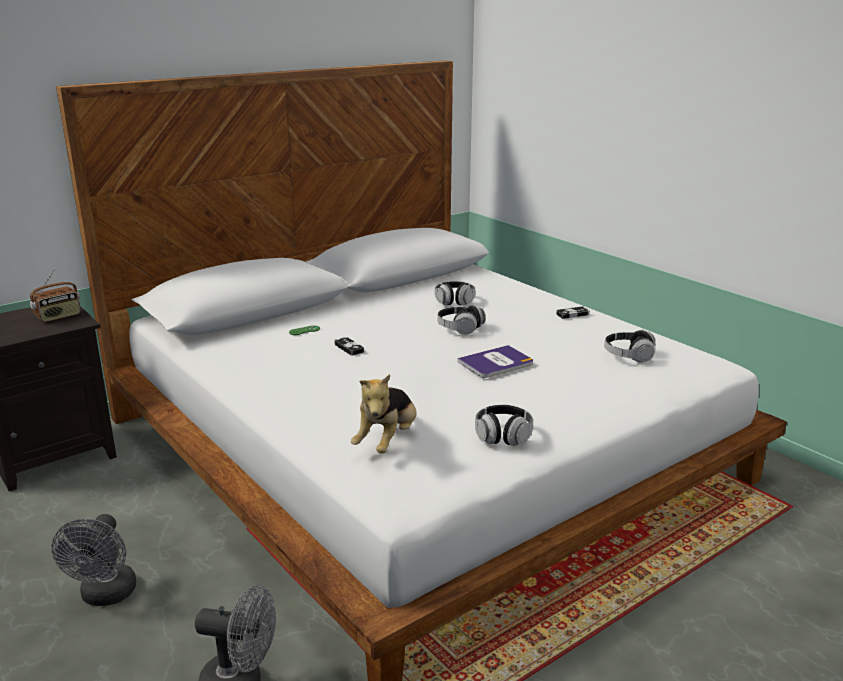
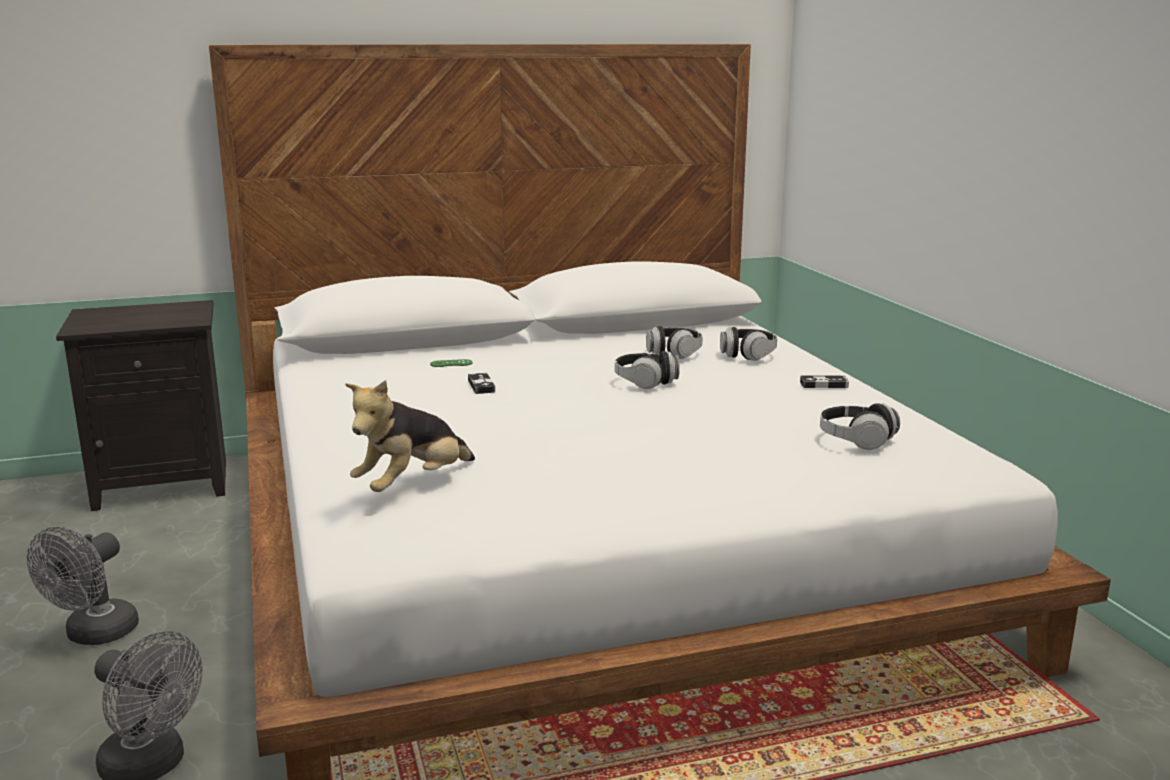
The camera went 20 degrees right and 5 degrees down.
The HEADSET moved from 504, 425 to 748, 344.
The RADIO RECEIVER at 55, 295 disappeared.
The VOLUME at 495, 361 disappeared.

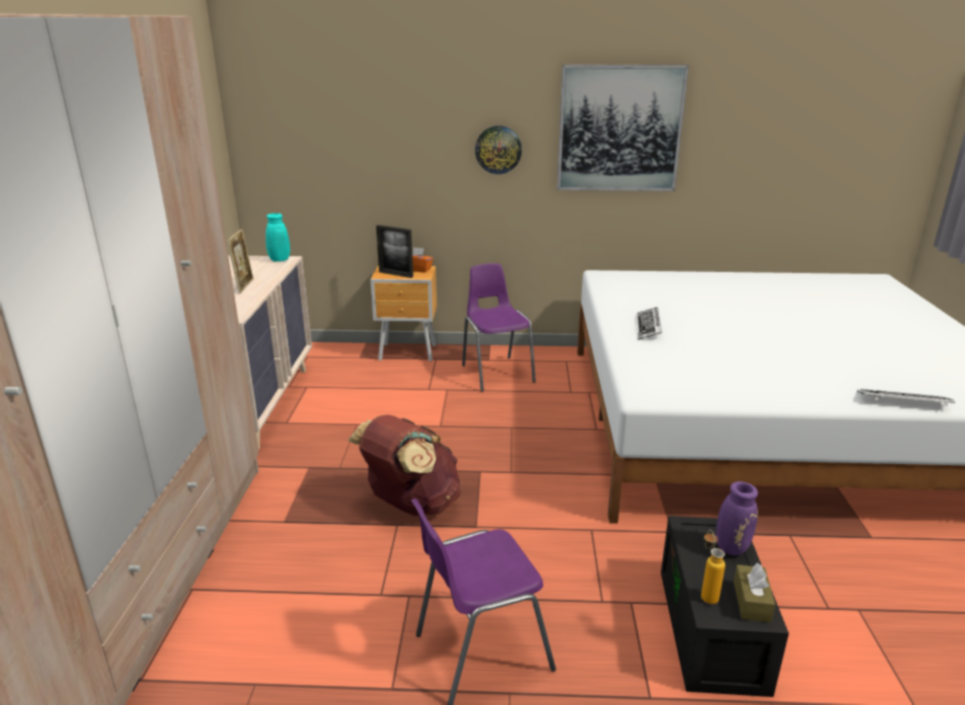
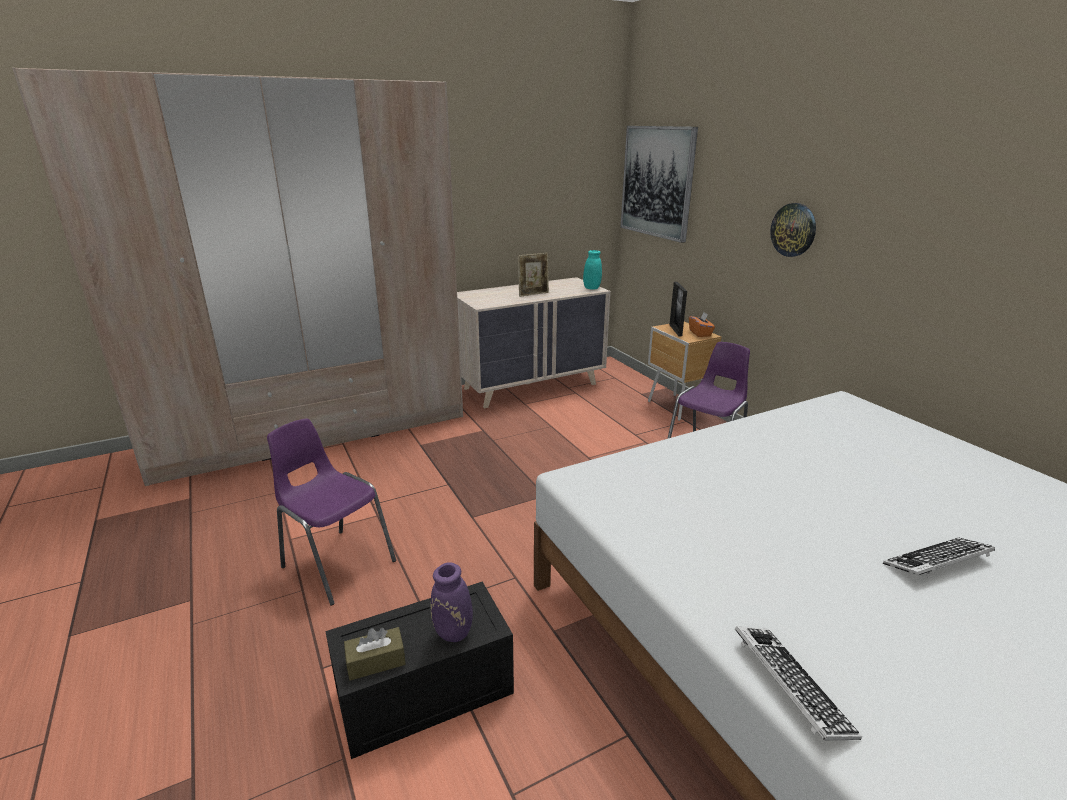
The camera went 60 degrees right and 0 degrees up.
The PICTURE moved from 623, 128 to 659, 184.
The PC KEYBOARD moved from 649, 323 to 939, 557.
The BROWNISH BACKPACK at 404, 465 disappeared.
The BEVERAGE BOTTLE at 713, 566 disappeared.

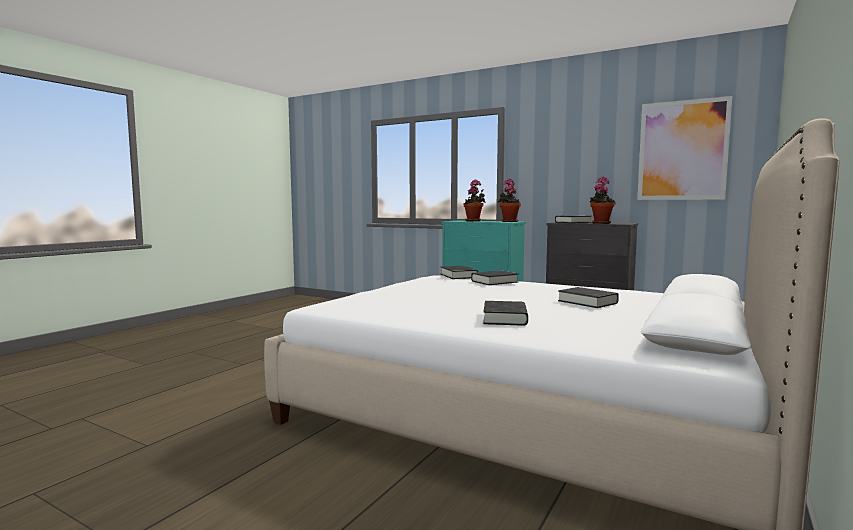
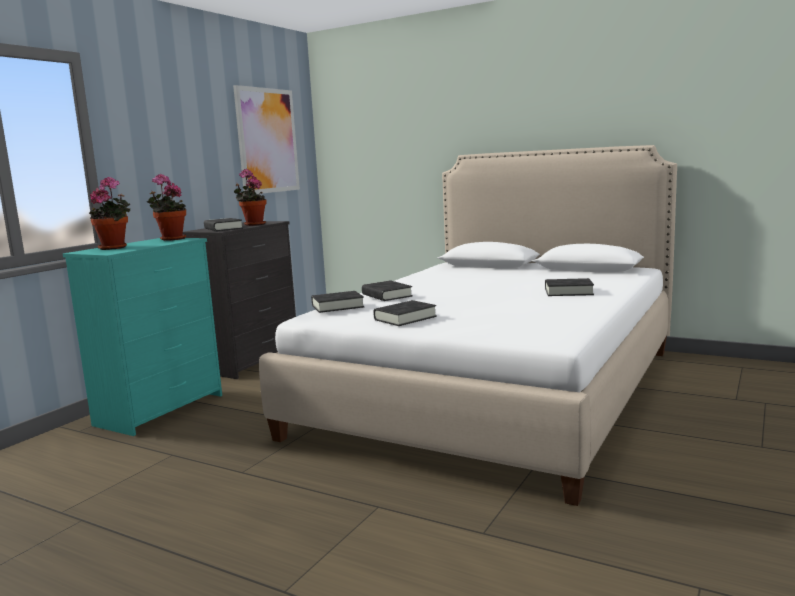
The camera went 90 degrees left and 5 degrees up.
The BLACKISH VOLUME moved from 588, 297 to 405, 313.

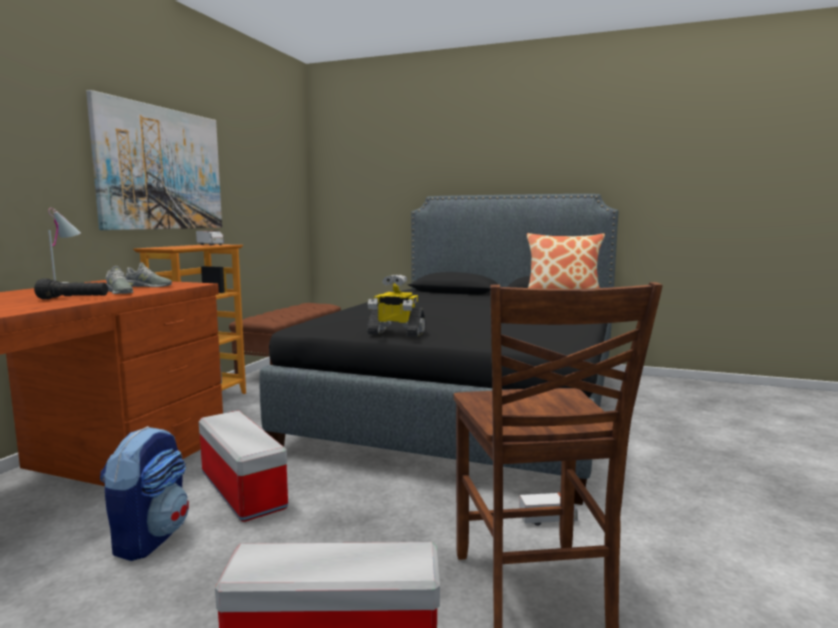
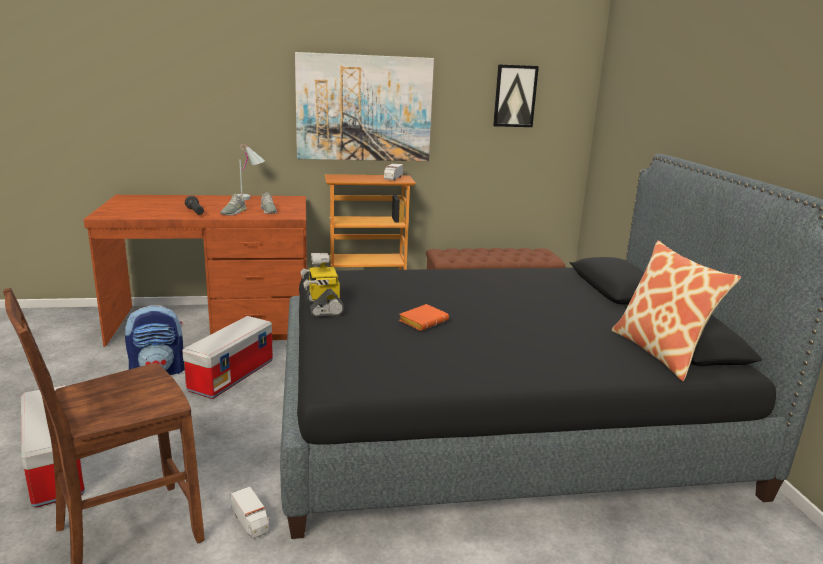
The camera went 60 degrees right and 10 degrees up.
The ORANGE VOLUME at 424, 317 appeared.
The PICTURE at 516, 95 appeared.

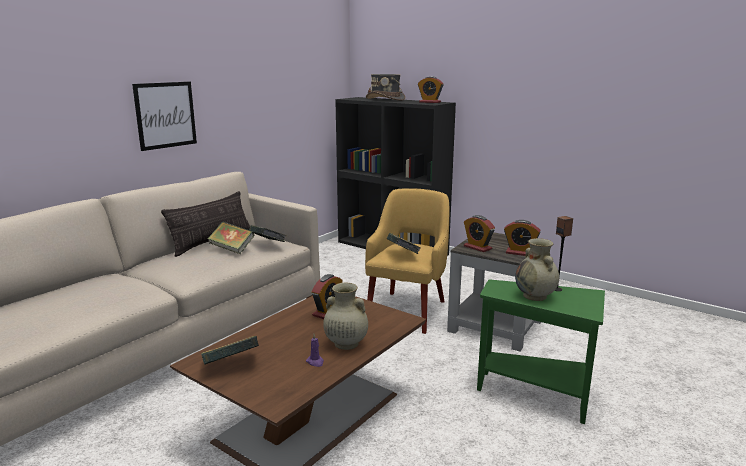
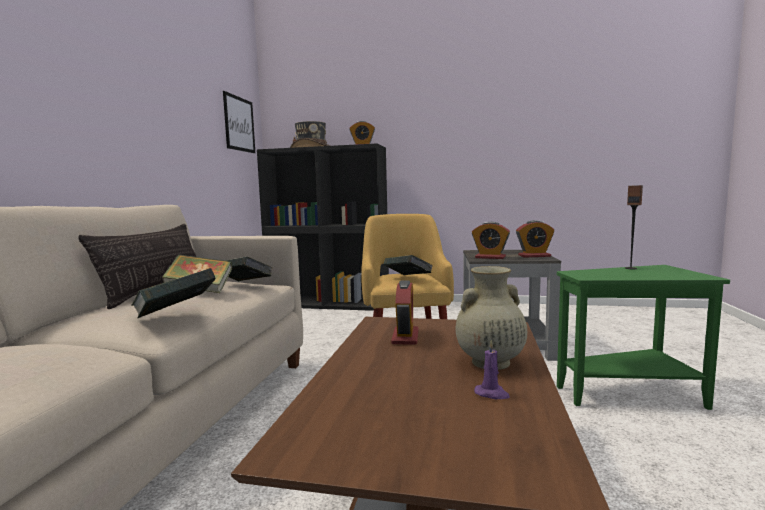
The camera went 25 degrees left and 10 degrees down.
The VOLUME moved from 230, 350 to 173, 293.
The PICTURE moved from 164, 116 to 239, 122.
The BEIGE-COLOURED FLOWER VASE at 537, 269 disappeared.

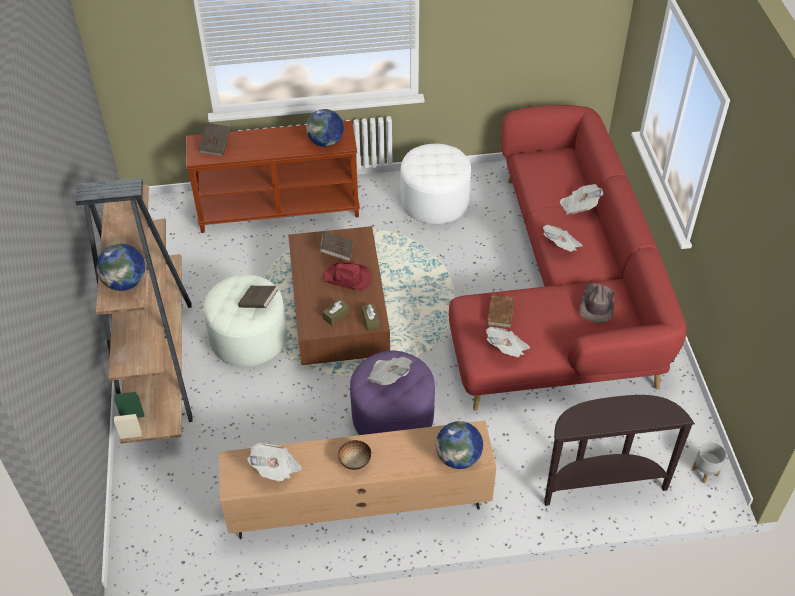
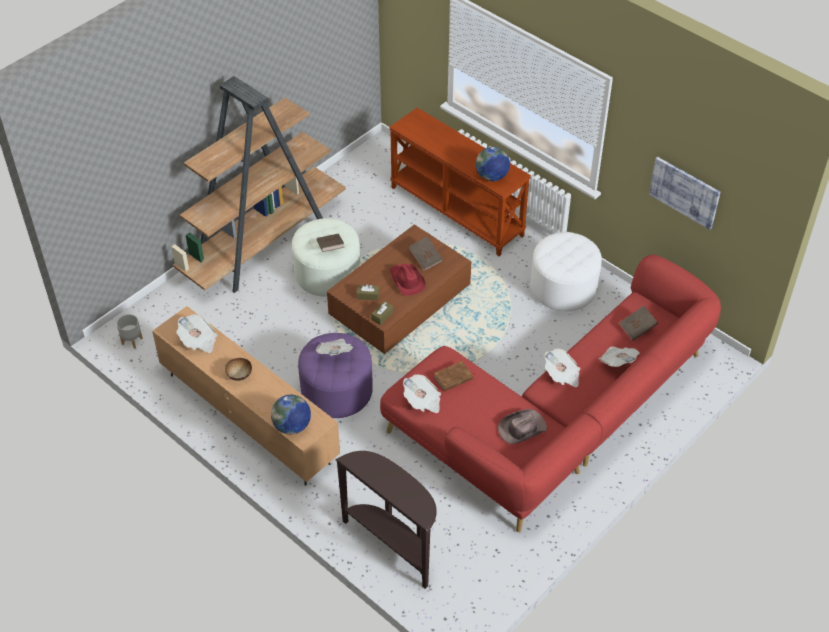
The camera went 50 degrees right and 0 degrees up.
The GRAY PLANT POT moved from 709, 462 to 130, 331.
The BROWNISH VOLUME moved from 215, 139 to 638, 323.
The PICTURE at 684, 193 appeared.
The DESK GLOBE at 121, 267 disappeared.

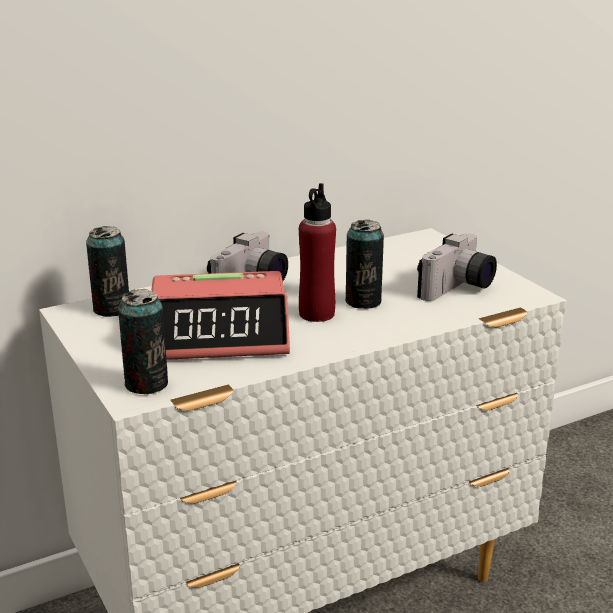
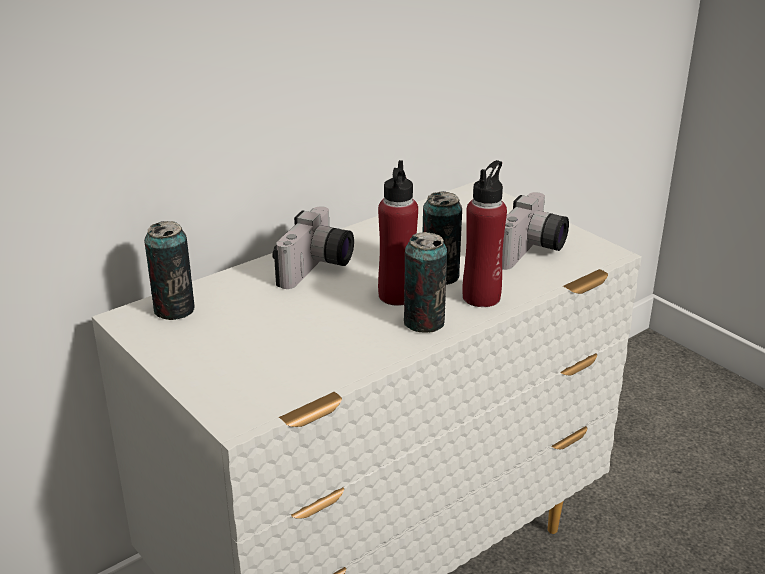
The camera went 10 degrees left and 5 degrees up.
The METAL CAN moved from 143, 341 to 426, 282.
The RED-COLOURED BEVERAGE BOTTLE at 484, 233 appeared.
The BEDSIDE CLOCK at 220, 315 disappeared.

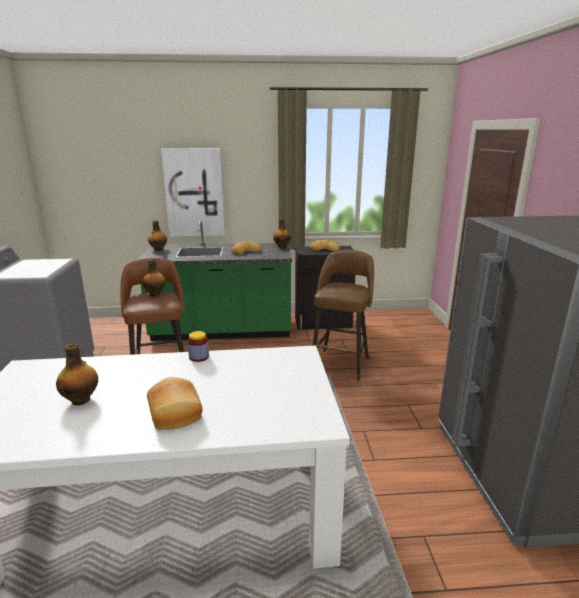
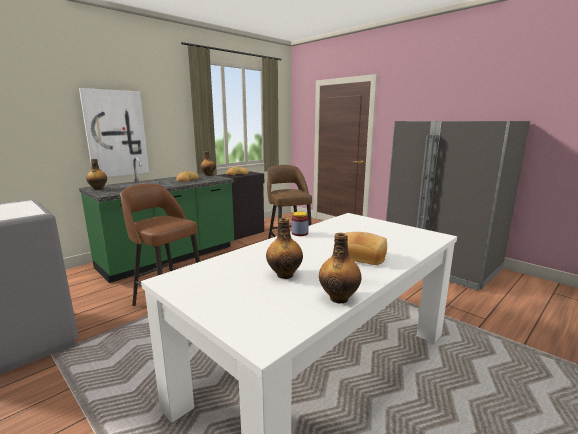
The camera went 40 degrees left and 5 degrees down.
The BEVERAGE BOTTLE moved from 154, 277 to 340, 268.

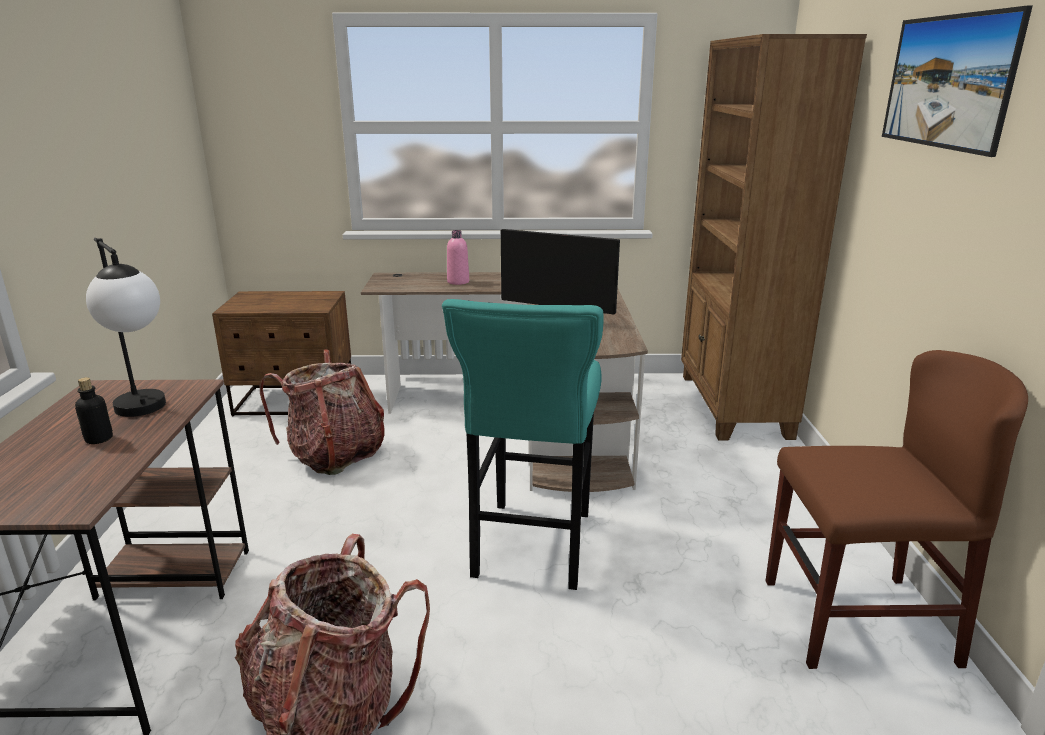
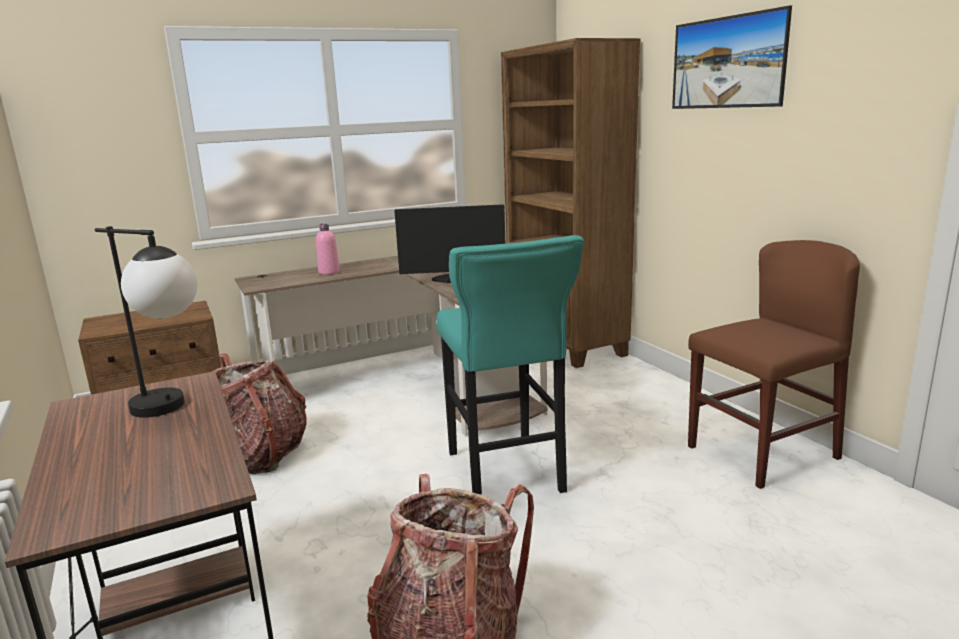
The camera went 25 degrees left and 5 degrees down.
The BEVERAGE BOTTLE at 94, 410 disappeared.

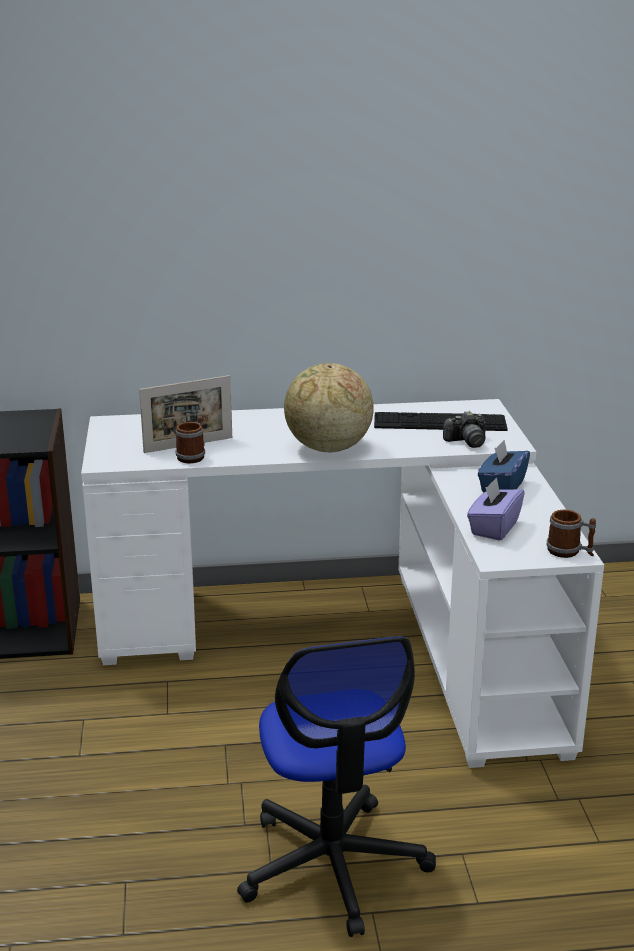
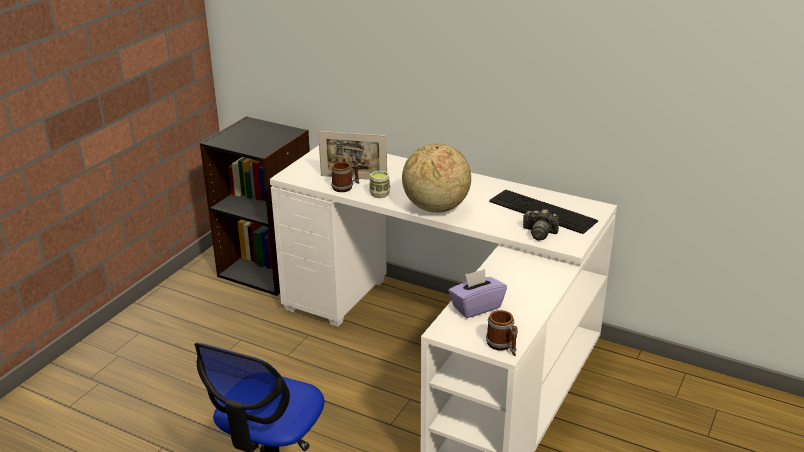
The camera went 35 degrees right and 5 degrees up.
The CUP at 379, 184 appeared.
The BLUE-COLOURED BOX OF TISSUES at 504, 466 disappeared.

